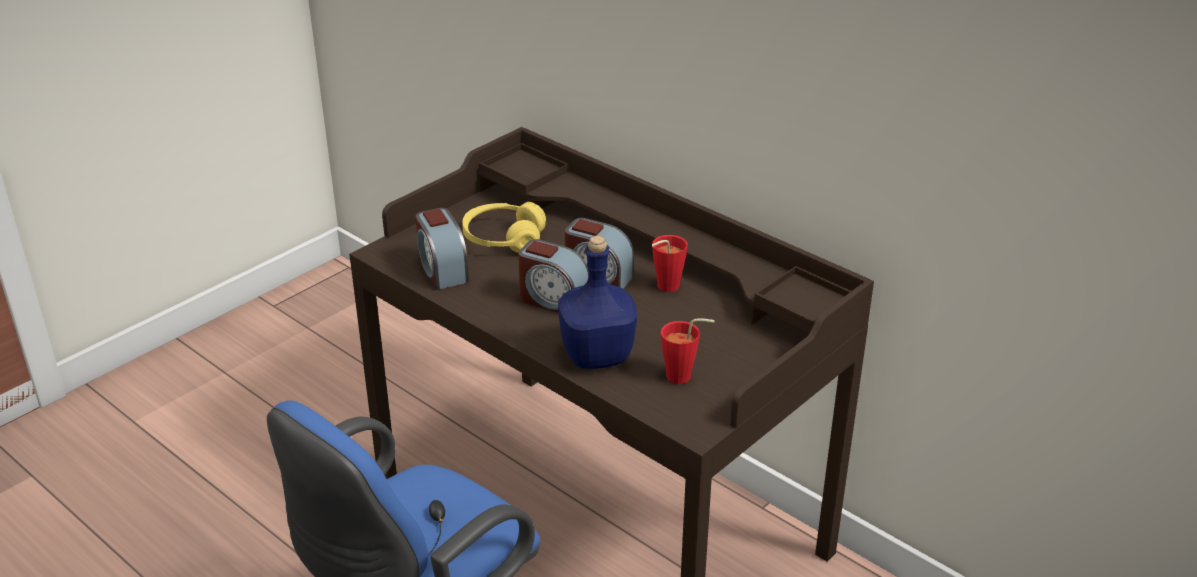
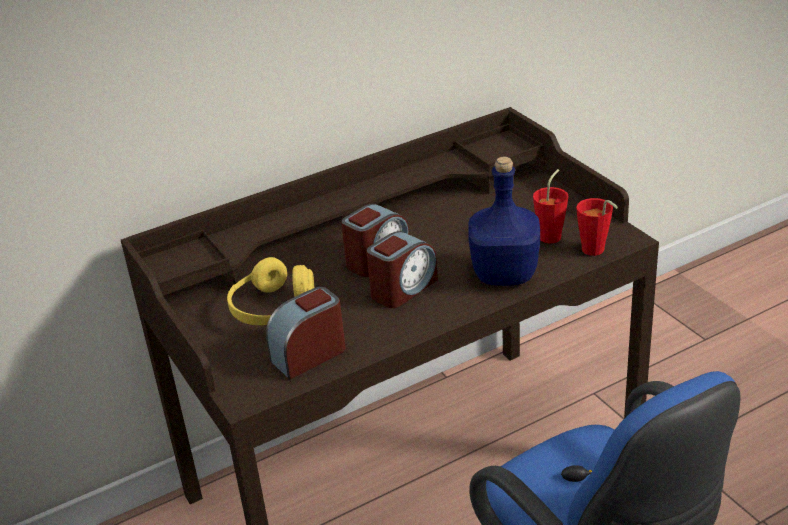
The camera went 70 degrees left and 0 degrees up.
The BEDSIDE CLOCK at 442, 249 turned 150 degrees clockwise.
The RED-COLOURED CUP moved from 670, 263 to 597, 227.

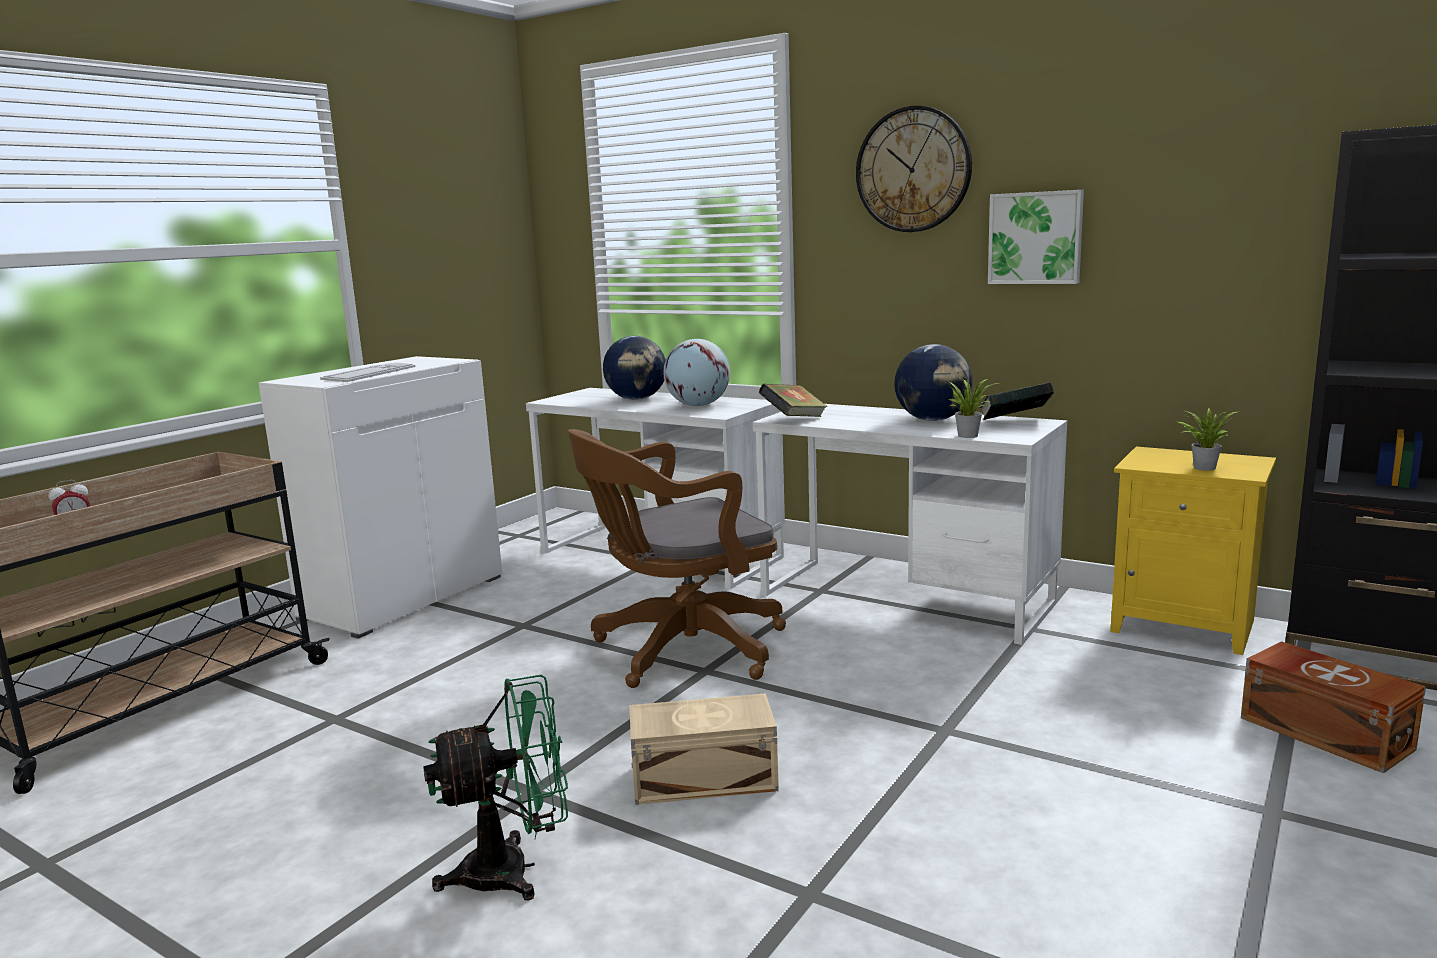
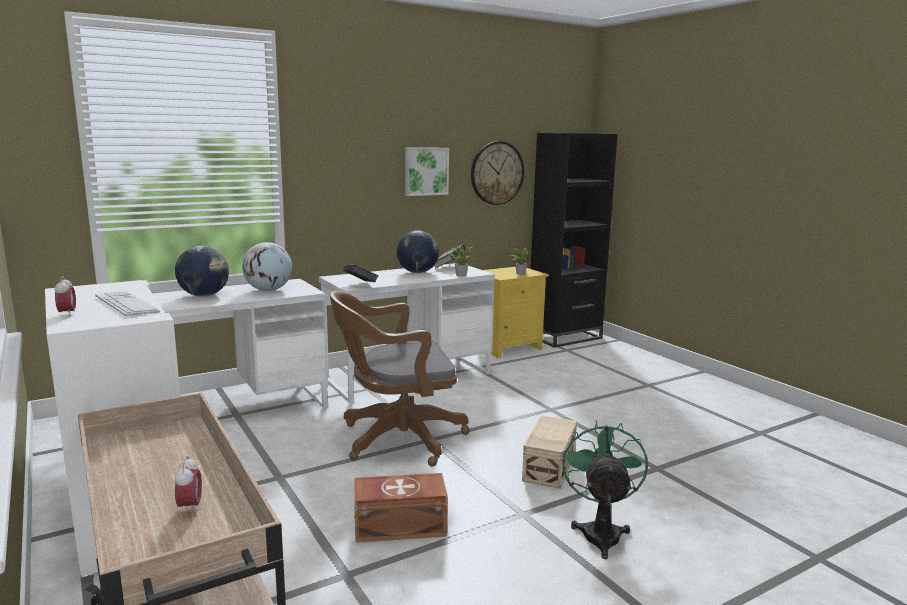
The camera went 65 degrees left and 0 degrees up.
The BEDSIDE CLOCK at 65, 296 appeared.
The BROWNISH DESK CHAIR at 677, 558 turned 75 degrees clockwise.
The BROWNISH STORAGE BOX moved from 1333, 707 to 401, 508.
The WALL CLOCK moved from 914, 169 to 497, 173.

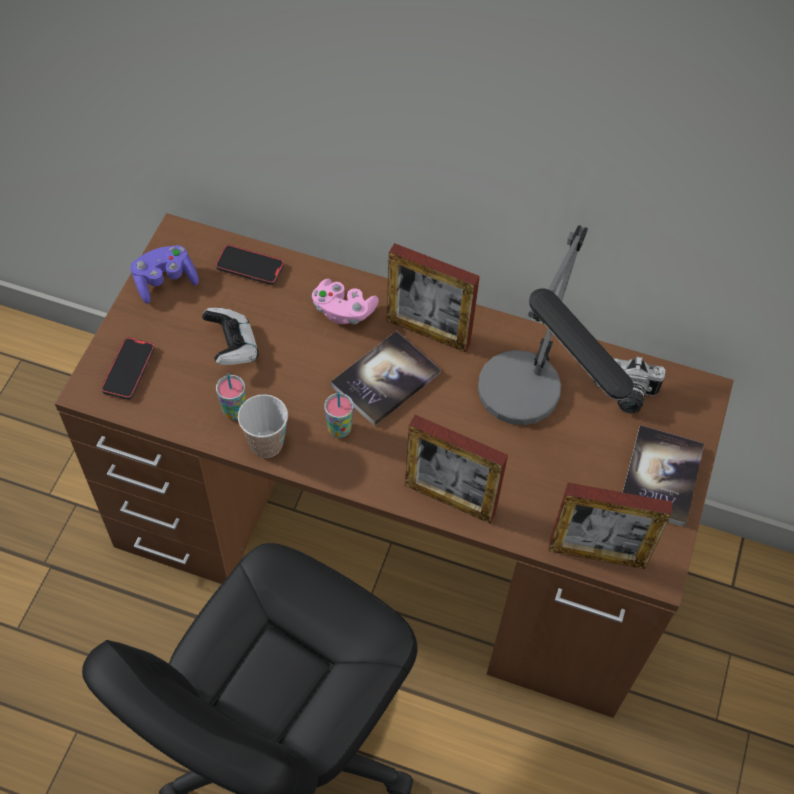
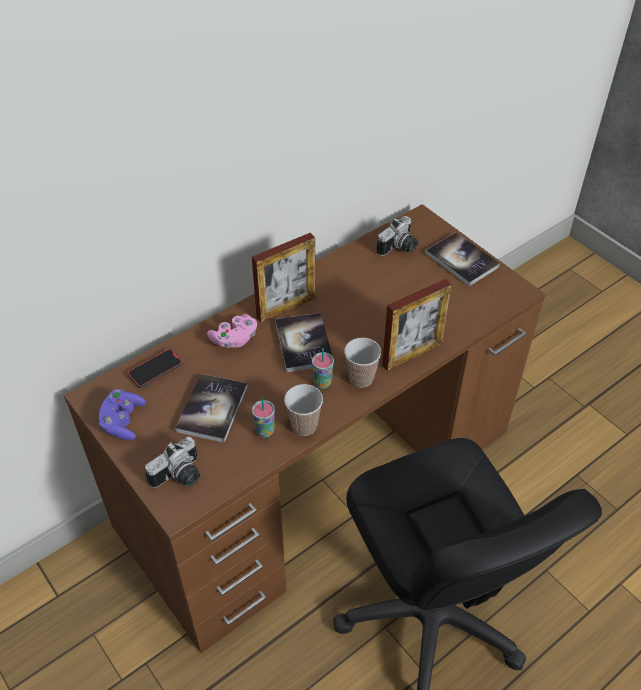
The camera went 55 degrees left and 10 degrees down.
The PHONE at 128, 368 was replaced by the PHOTO CAMERA at 172, 462.
The JOYPAD at 230, 336 was replaced by the VOLUME at 211, 408.
The CUP at 362, 362 appeared.
The LAMP FOR A TABLE at 555, 325 disappeared.
The PICTURE FRAME at 610, 525 disappeared.

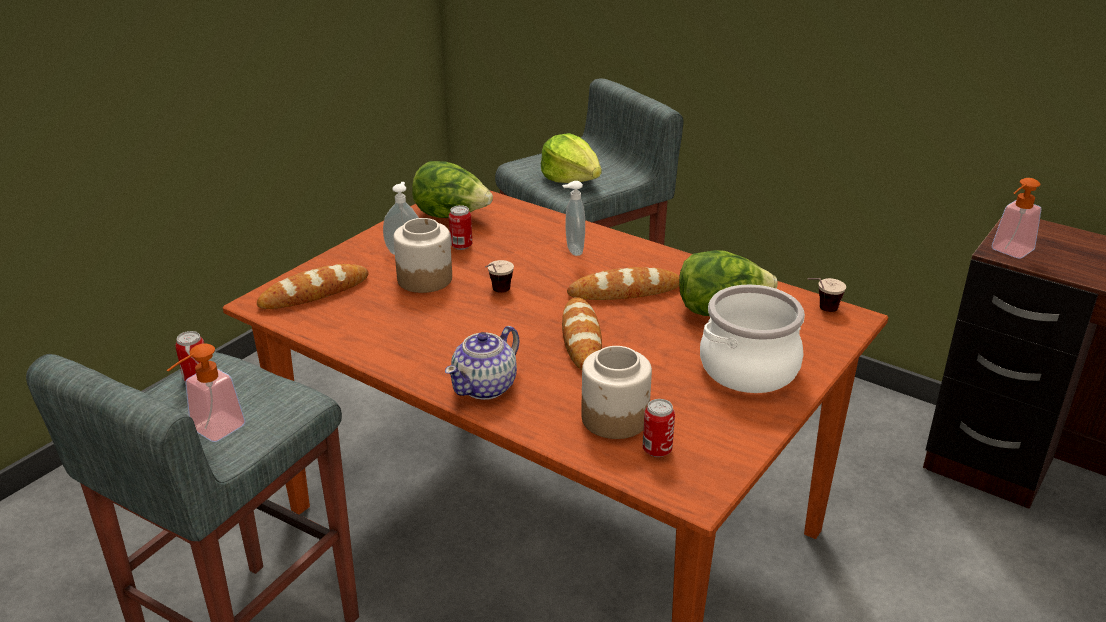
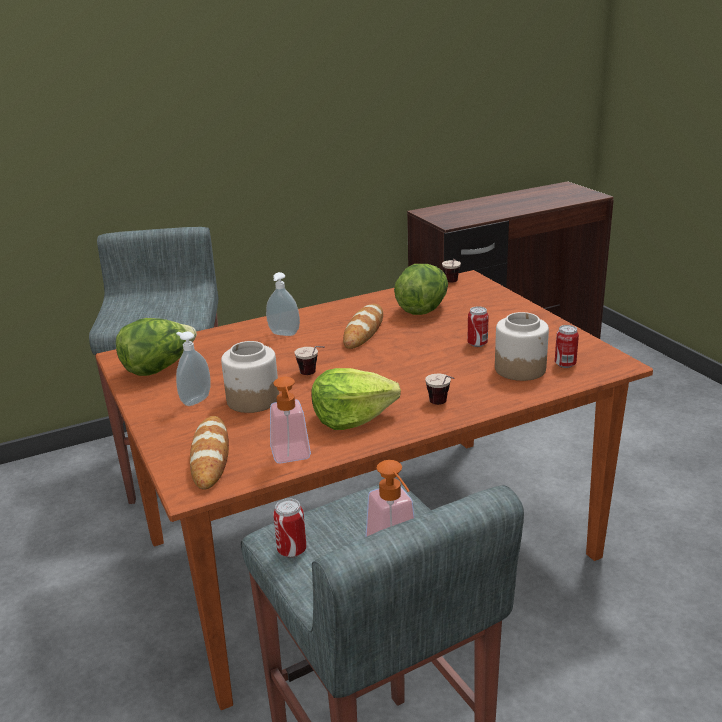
The camera went 60 degrees left and 5 degrees down.
The LIQUID SOAP BOTTLE moved from 1016, 218 to 290, 419.
The LETTUCE HEAD moved from 571, 158 to 356, 399.
The TEA POT at 482, 363 was replaced by the CUP at 439, 389.
The METAL CAN moved from 460, 227 to 478, 326.
The BAKED BREAD at 582, 333 disappeared.
The STOCKPOT at 752, 339 disappeared.

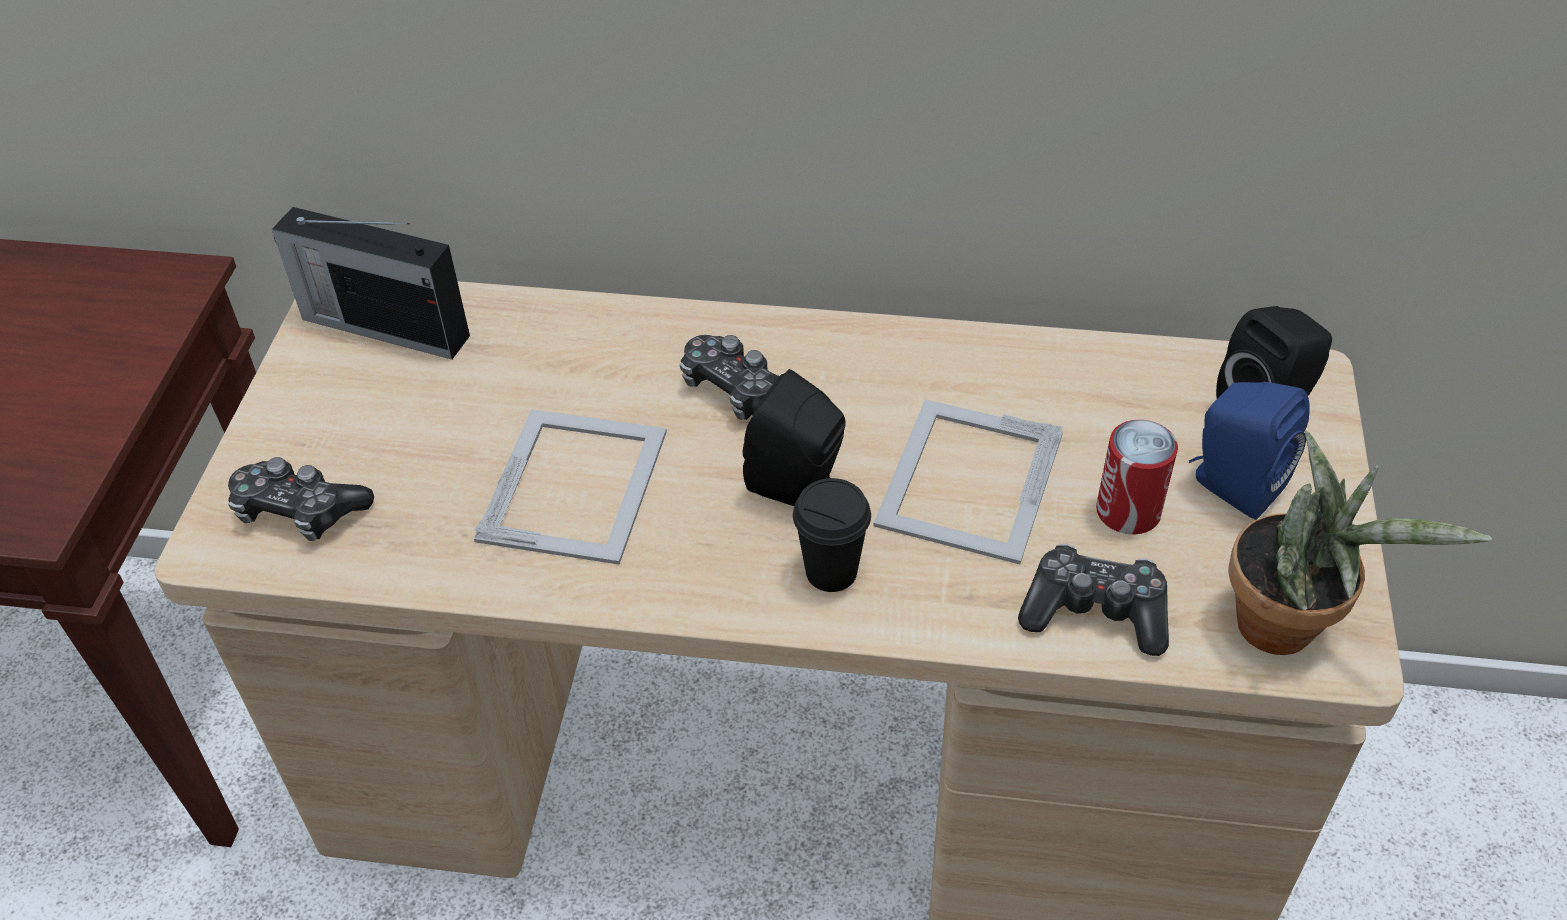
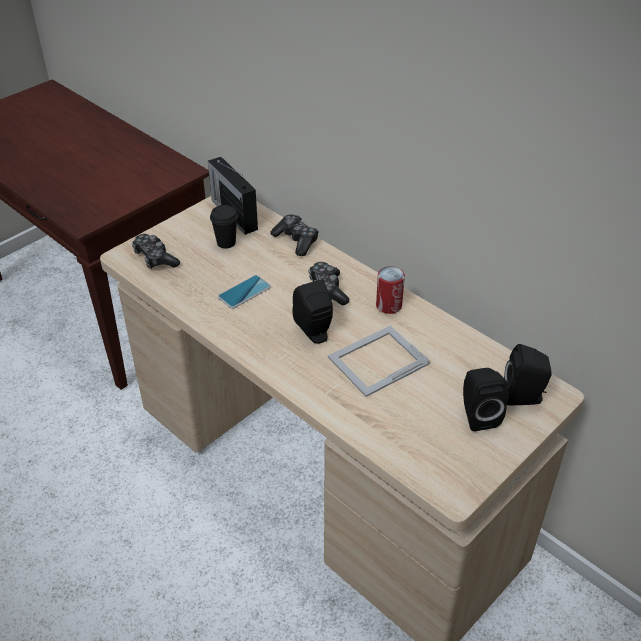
The camera went 35 degrees right and 5 degrees down.
The BLACKISH CUP moved from 832, 535 to 224, 227.
The PICTURE FRAME at 570, 487 was replaced by the PHONE at 244, 292.
The JOYPAD moved from 1093, 600 to 294, 235.
The METAL CAN moved from 1137, 477 to 390, 290.
The BLUE-COLOURED AUDIO SPEAKER at 1249, 451 became the BLACKISH AUDIO SPEAKER at 486, 399.
The HOUSEPLANT at 1360, 542 disappeared.

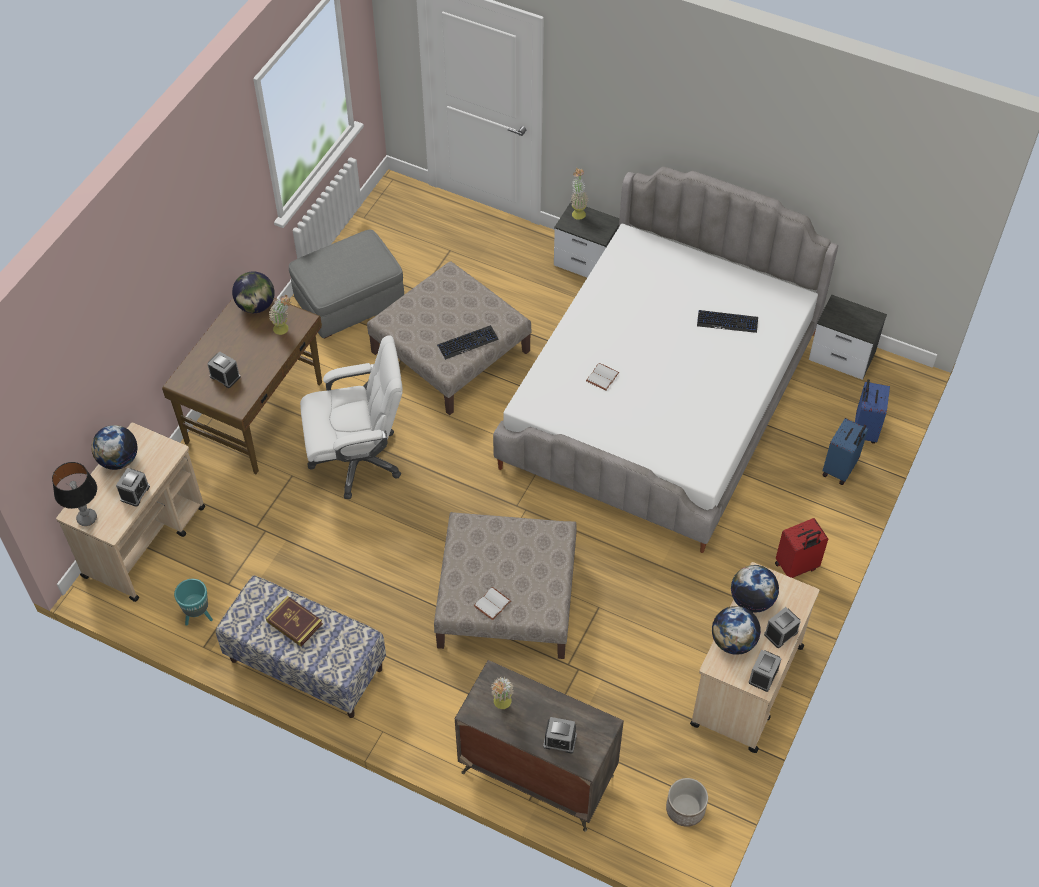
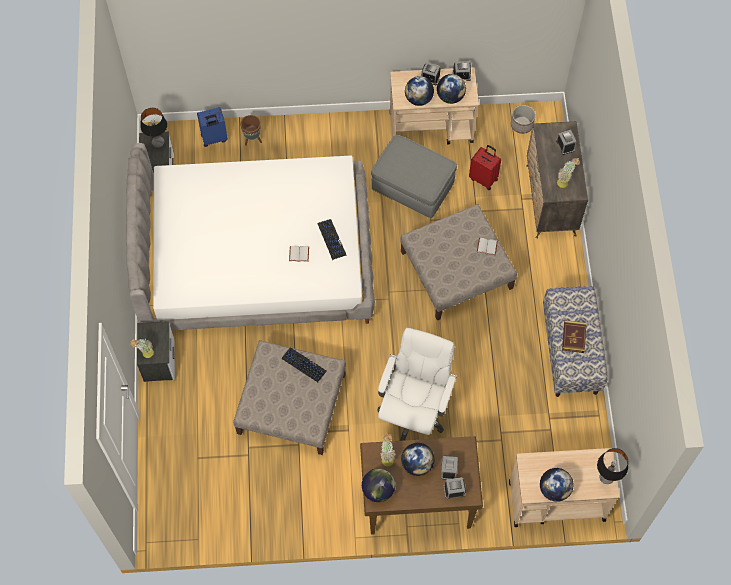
The camera went 120 degrees left and 10 degrees up.
The LAMP FOR A TABLE at 153, 128 appeared.
The BLUE-COLOURED TRAVEL CASE at 845, 451 was replaced by the BROWNISH PLANT POT at 251, 130.
The PC KEYBOARD moved from 727, 321 to 332, 239.
The GRAY OTTOMAN moved from 346, 284 to 414, 176.
The WHITISH DESK CHAIR at 351, 417 turned 60 degrees clockwise.
The DESK GLOBE at 418, 459 appeared.
The BEDSIDE CLOCK moved from 133, 487 to 454, 488.
The RED-COLOURED TRAVEL CASE moved from 801, 548 to 485, 167.
The TURQUOISE-COLOURED PLANT POT at 193, 602 disappeared.

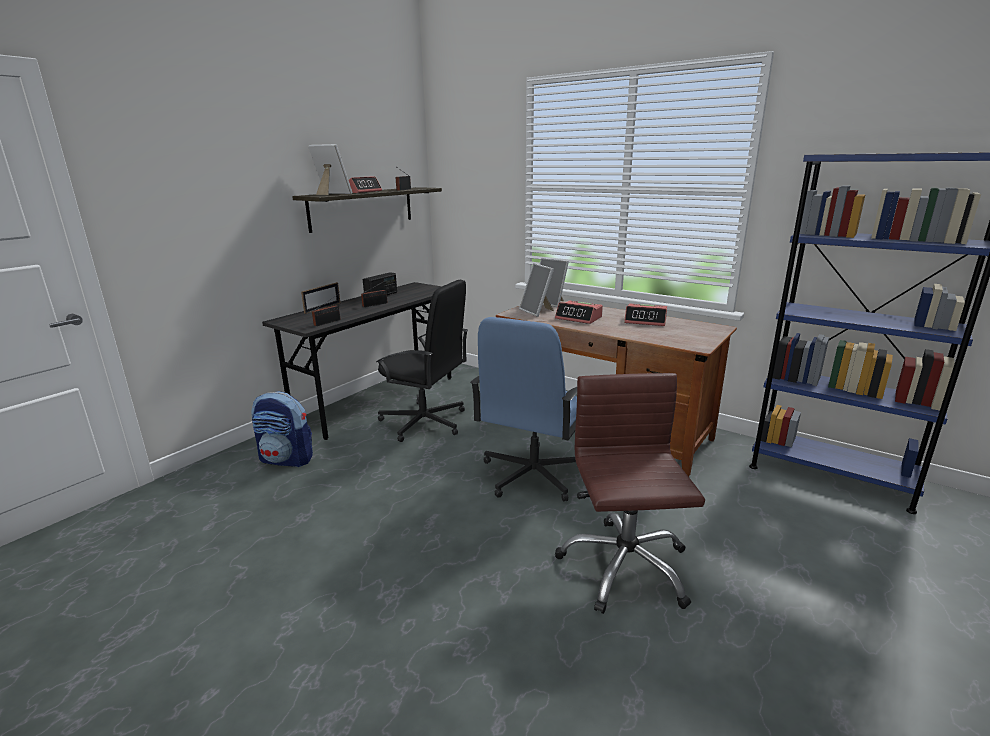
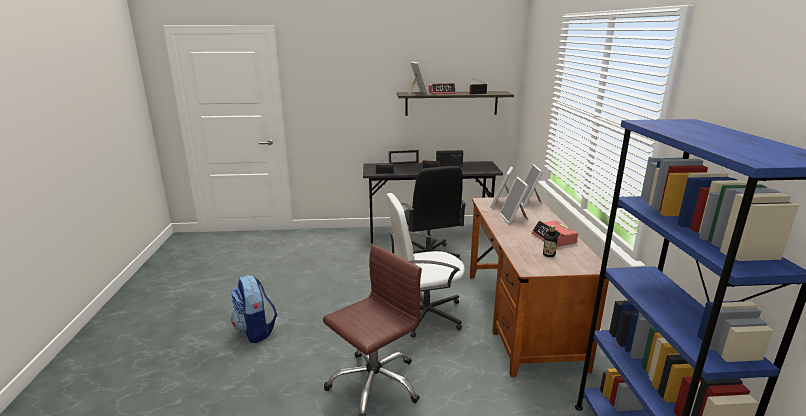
The camera went 50 degrees right and 0 degrees up.
The BACKPACK moved from 282, 429 to 254, 309.
The BLUE-COLOURED DESK CHAIR at 523, 409 became the WHITISH DESK CHAIR at 425, 265.
The BEDSIDE CLOCK at 579, 312 was replaced by the PICTURE FRAME at 514, 201.
The BEVERAGE BOTTLE at 550, 241 appeared.

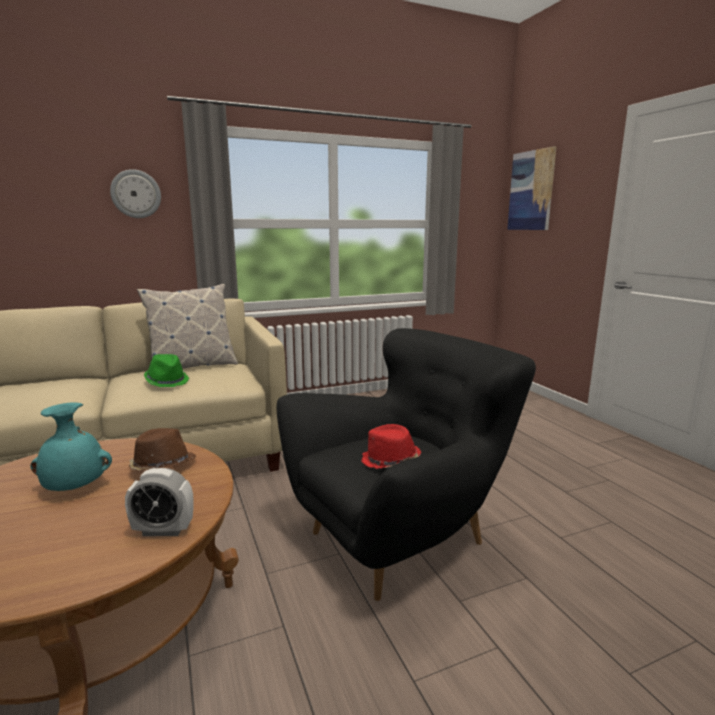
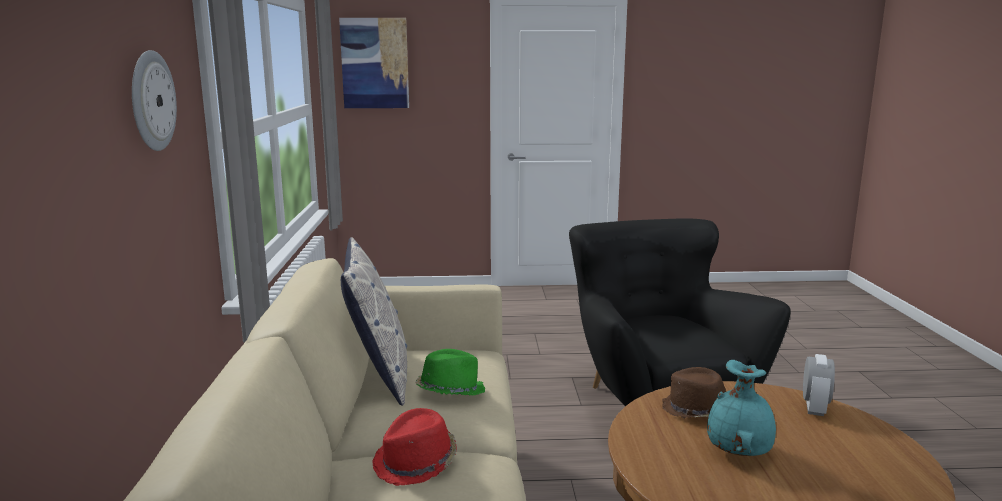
The camera went 70 degrees left and 0 degrees up.
The RED-COLOURED CLOTHING HAT moved from 391, 446 to 414, 447.

